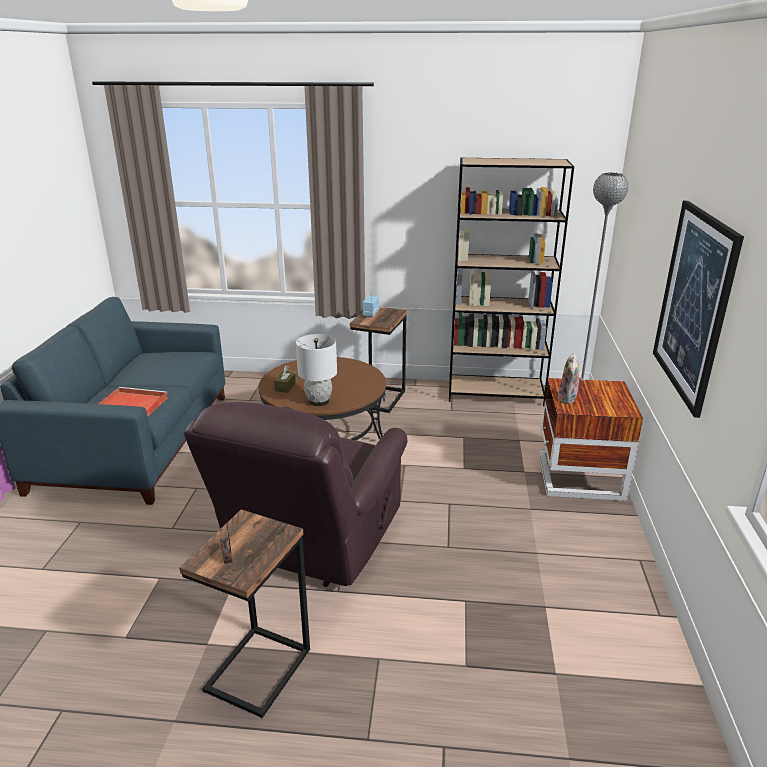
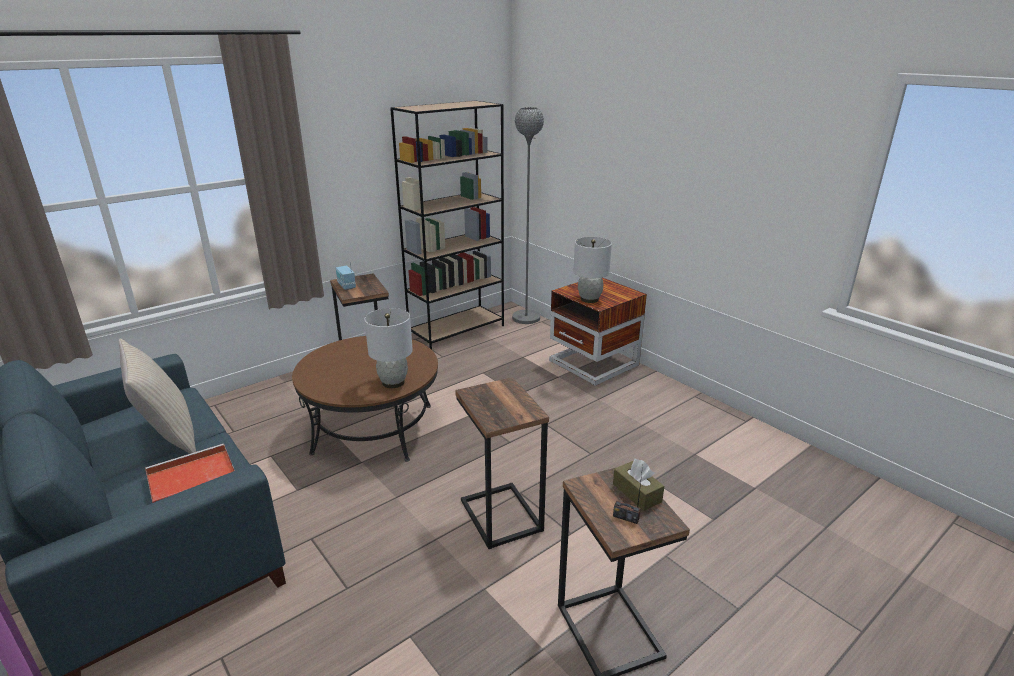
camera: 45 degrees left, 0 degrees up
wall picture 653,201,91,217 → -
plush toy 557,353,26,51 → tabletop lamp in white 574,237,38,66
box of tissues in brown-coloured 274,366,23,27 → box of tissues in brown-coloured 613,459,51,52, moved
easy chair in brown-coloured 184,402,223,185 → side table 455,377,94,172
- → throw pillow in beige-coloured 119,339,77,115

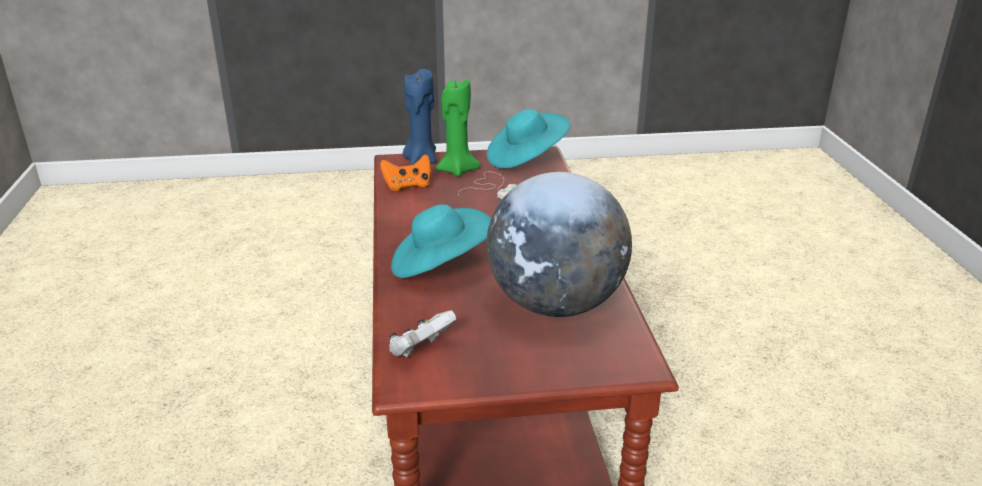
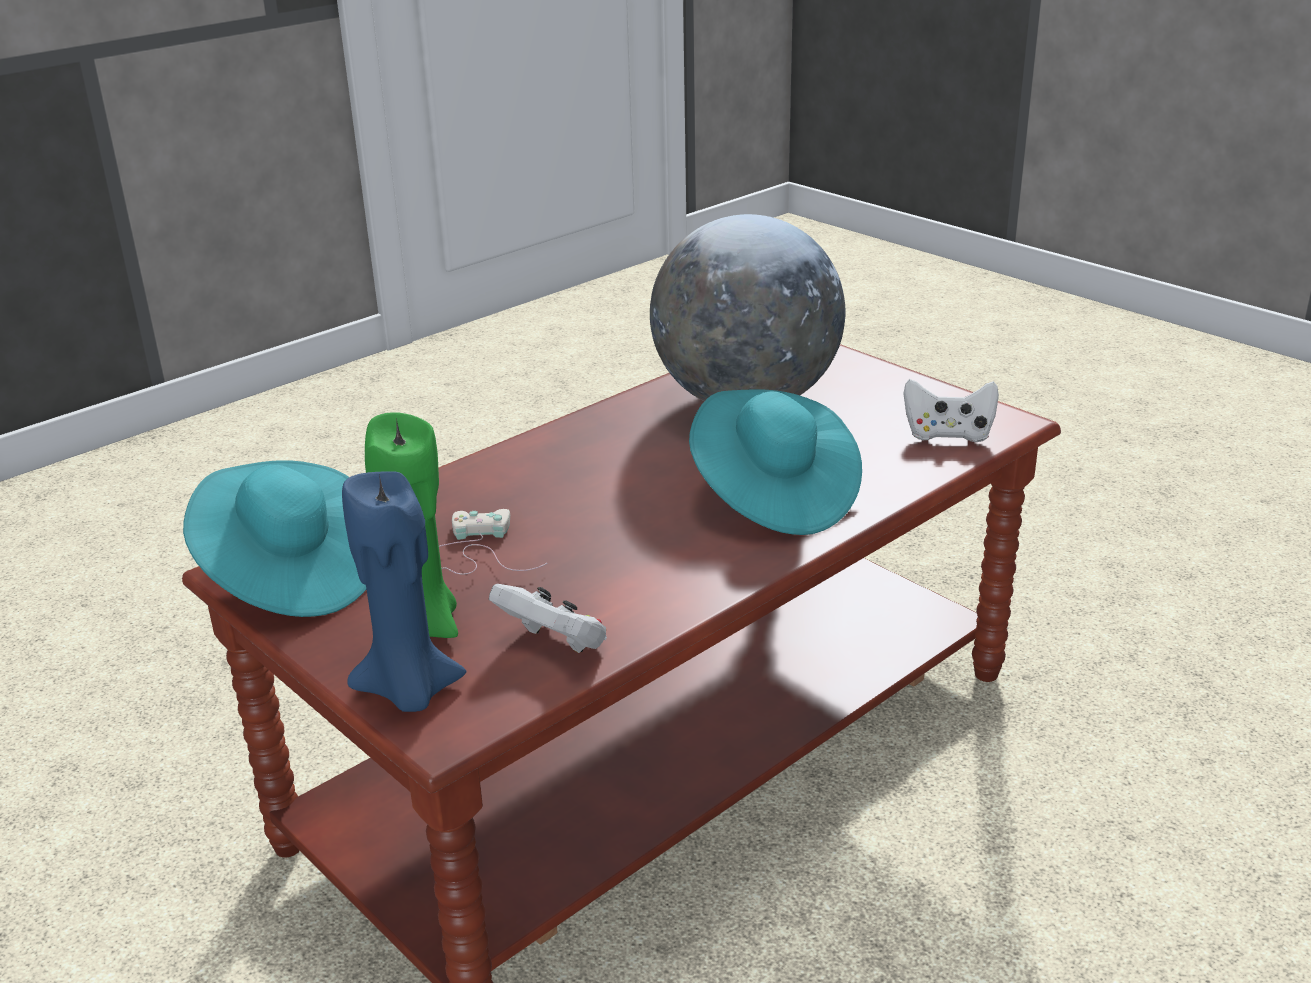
camera: 125 degrees left, 0 degrees up
gamepad in orangey 380,154,51,37 → gamepad in white 489,584,118,69

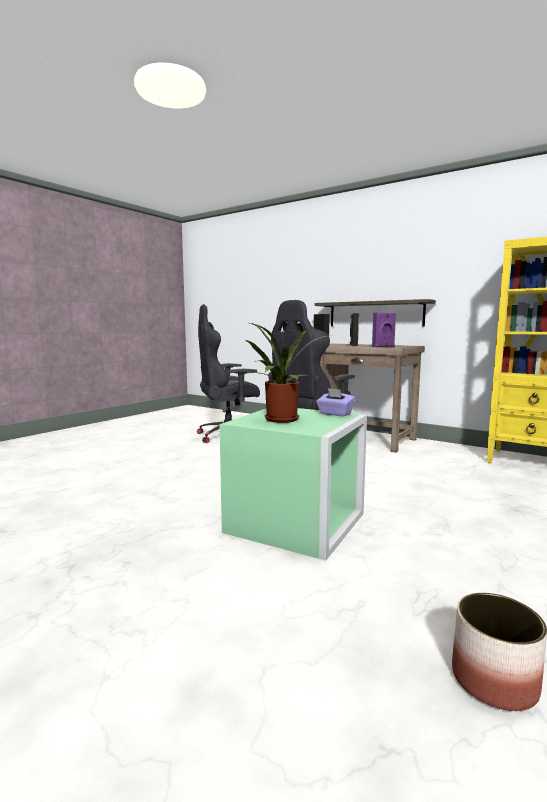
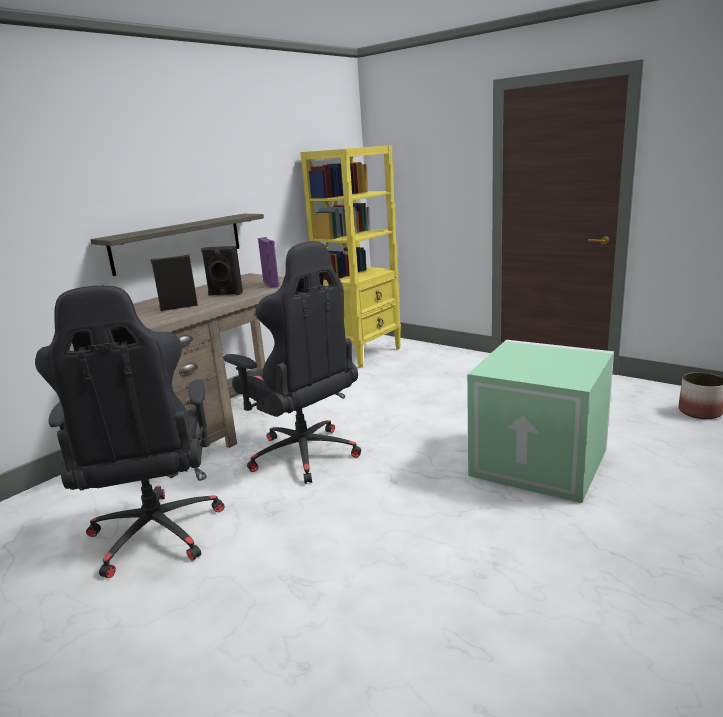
camera: 85 degrees left, 10 degrees up
potted plant 241,322,86,101 → -
box of tissues in purple-coloured 317,388,38,28 → -

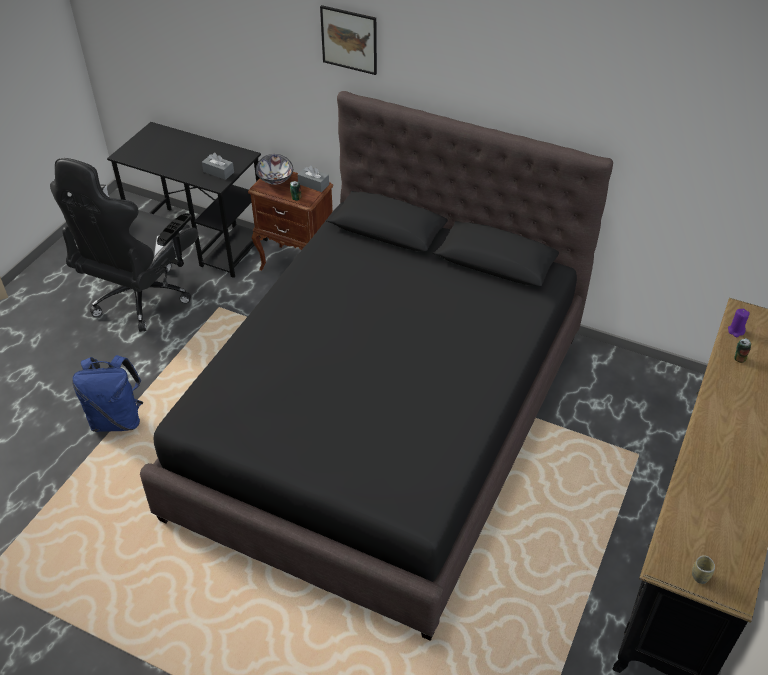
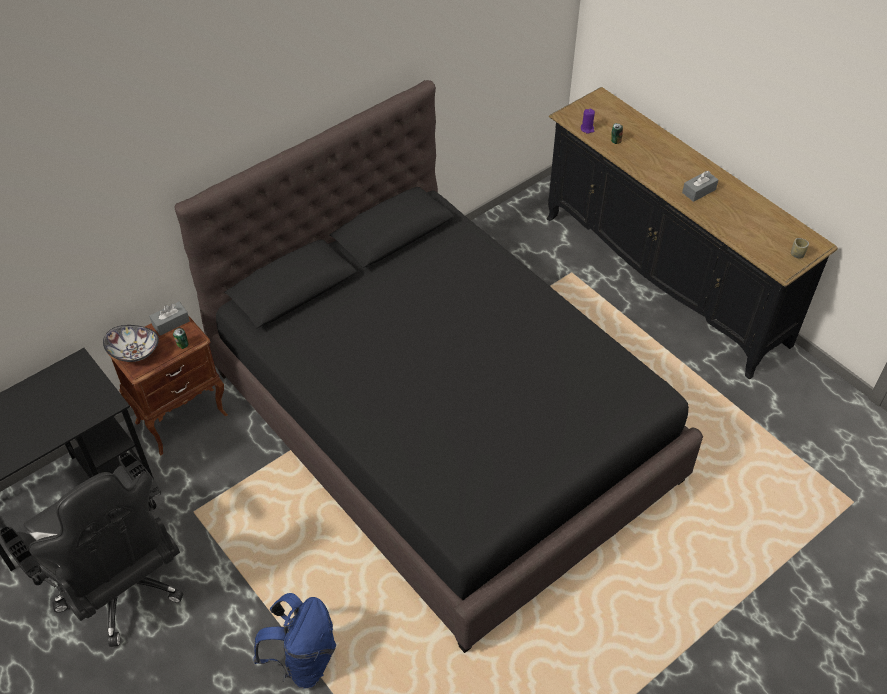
camera: 65 degrees left, 5 degrees up
wall picture 320,5,57,70 → -
box of tissues in greyish 202,153,32,27 → box of tissues in greyish 682,171,36,31, moved

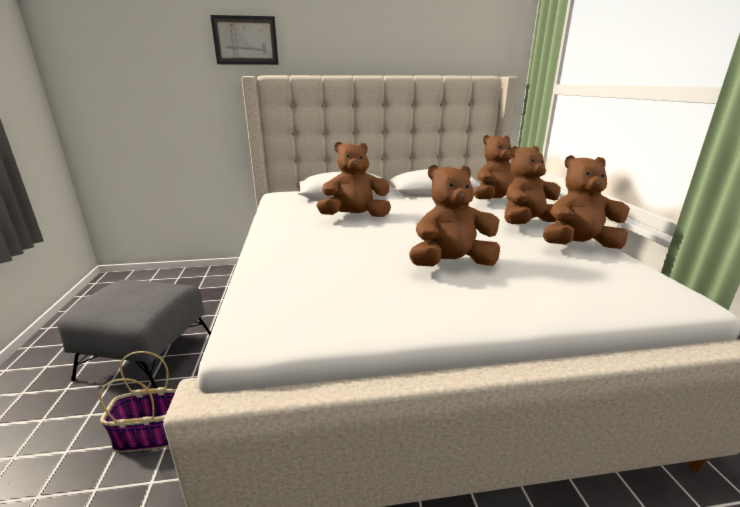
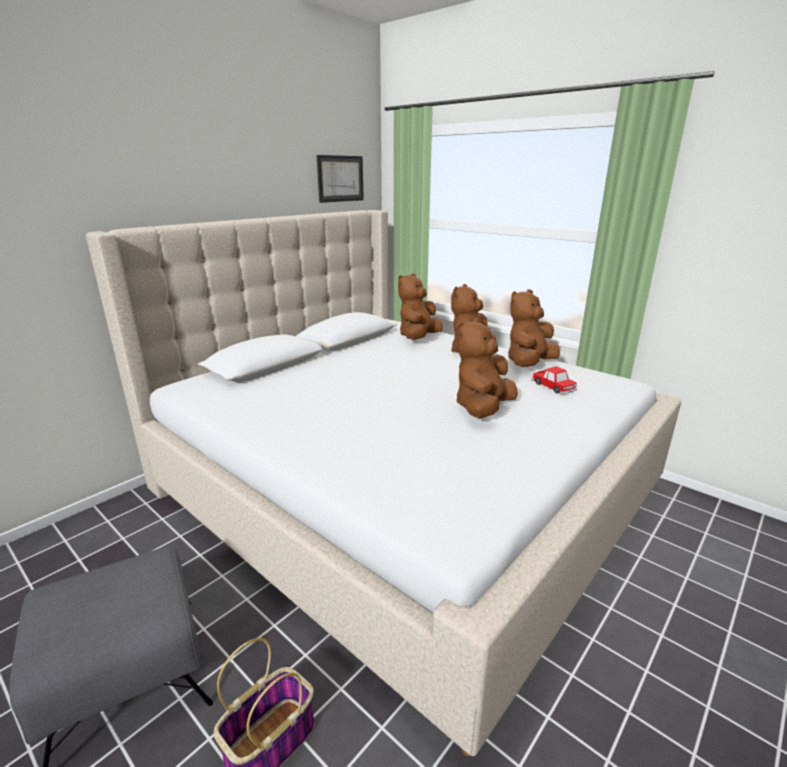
camera: 40 degrees left, 0 degrees up
wall picture 210,15,69,50 → wall picture 316,155,48,48, moved
plush toy in brown-coloured 316,142,75,75 → -
- → model car 531,366,46,28

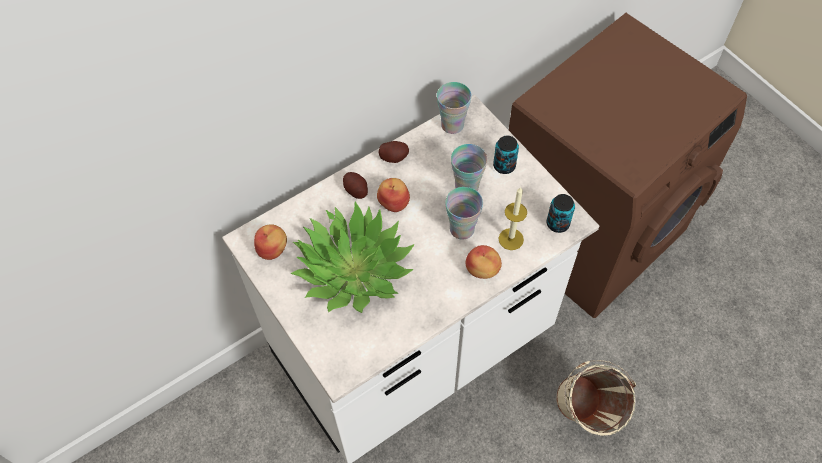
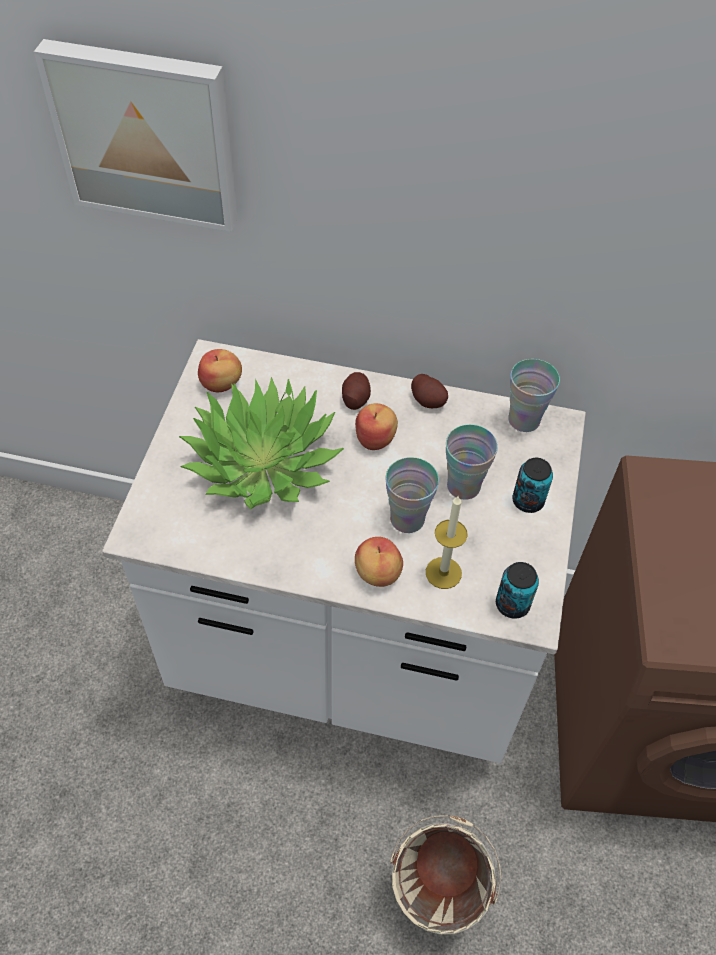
camera: 45 degrees right, 5 degrees down
- → wall picture 34,39,204,193

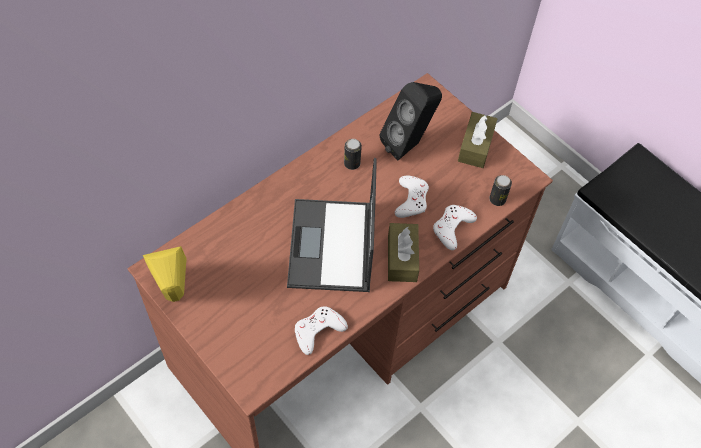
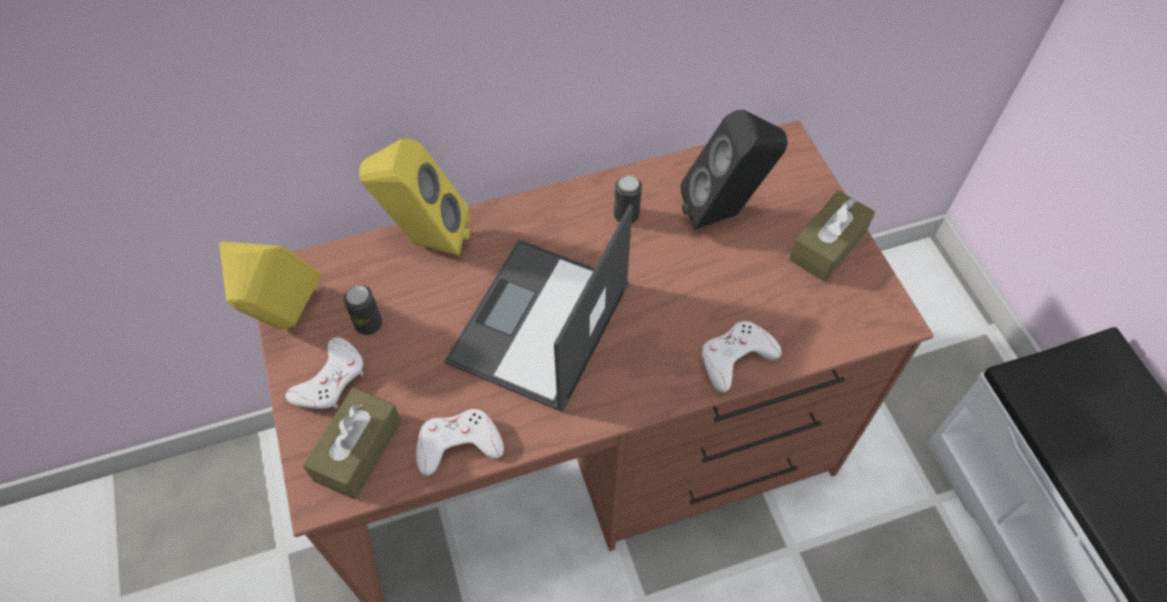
camera: 25 degrees right, 0 degrees up
gamepad in white 395,175,34,43 → gamepad in white 285,337,78,72, moved
can 489,175,23,31 → can 344,285,38,50, moved
box of tissues in brown-coloured 388,223,31,59 → box of tissues in brown-coloured 303,387,98,113, moved
- → loudspeaker in yellow 359,138,111,118

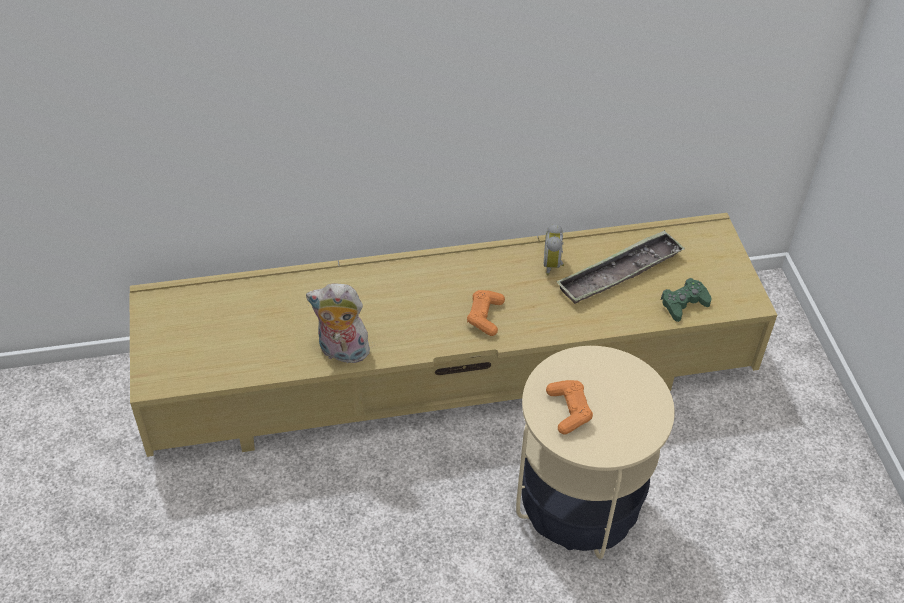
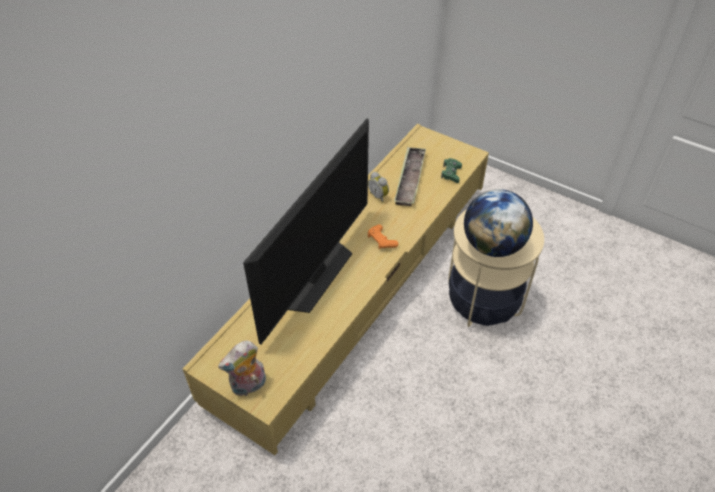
camera: 45 degrees left, 0 degrees up
plush toy 306,284,66,79 → plush toy 218,340,48,56, moved
gamepad in orangey 546,380,47,55 → globe 464,189,69,68
- → TV 243,119,126,225

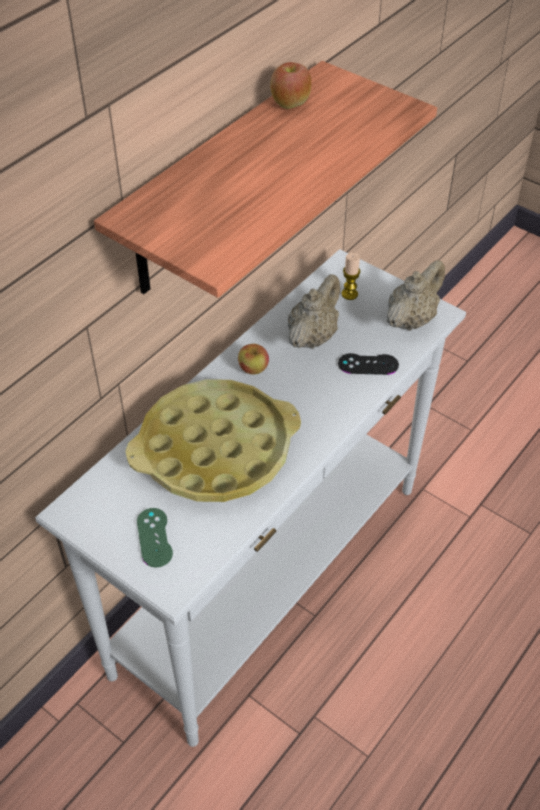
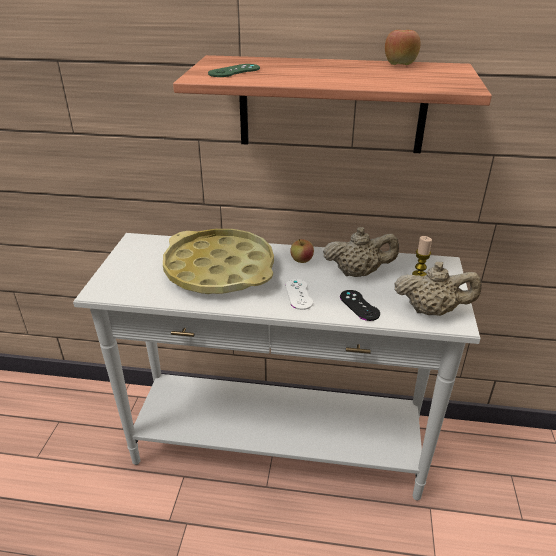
camera: 60 degrees right, 15 degrees down
gamepad in green-coloured 137,508,36,60 → gamepad in green-coloured 208,64,52,13, moved
- → gamepad in white 286,279,27,31

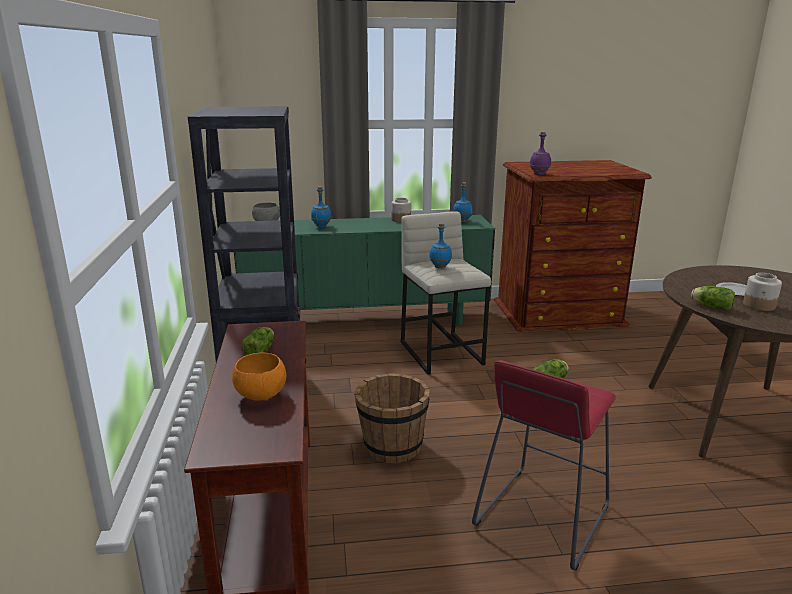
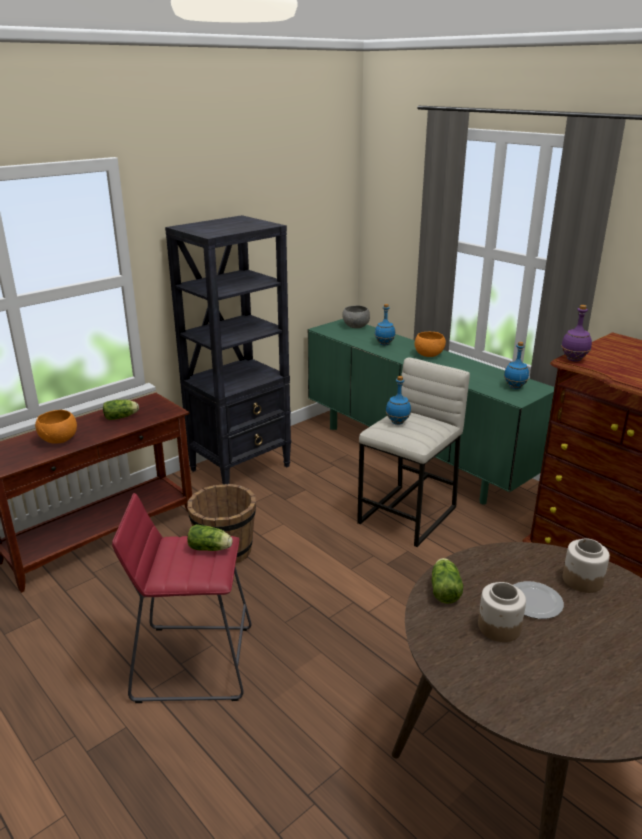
camera: 55 degrees right, 5 degrees up
preserve jar 391,198,20,24 → preserve jar 563,538,47,55, moved
- → serving bowl in orangey 415,332,31,25

